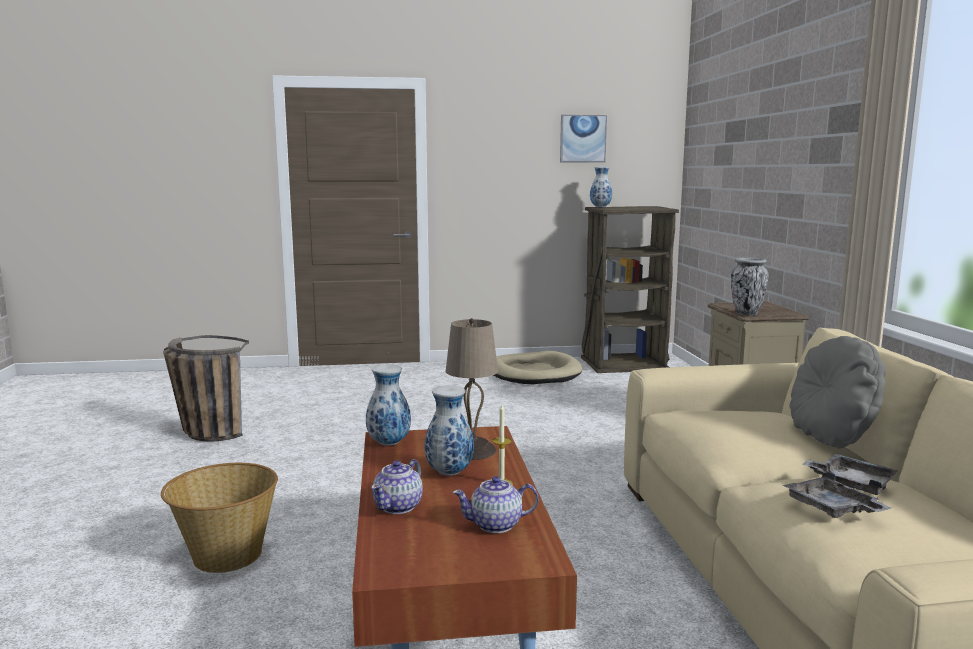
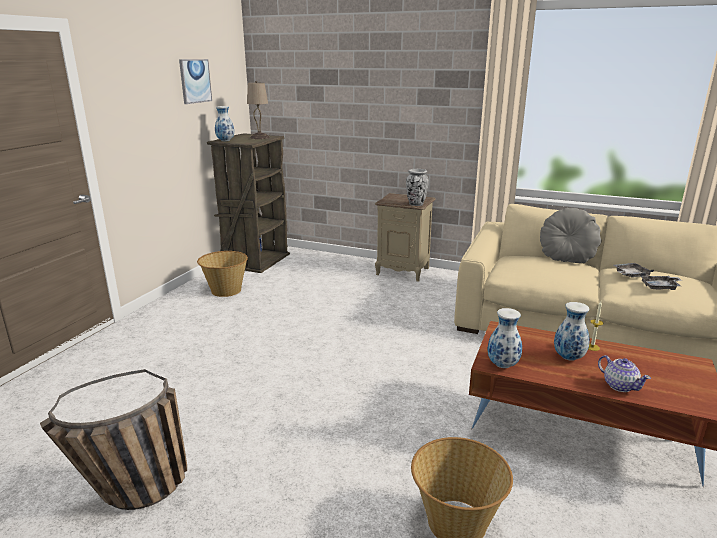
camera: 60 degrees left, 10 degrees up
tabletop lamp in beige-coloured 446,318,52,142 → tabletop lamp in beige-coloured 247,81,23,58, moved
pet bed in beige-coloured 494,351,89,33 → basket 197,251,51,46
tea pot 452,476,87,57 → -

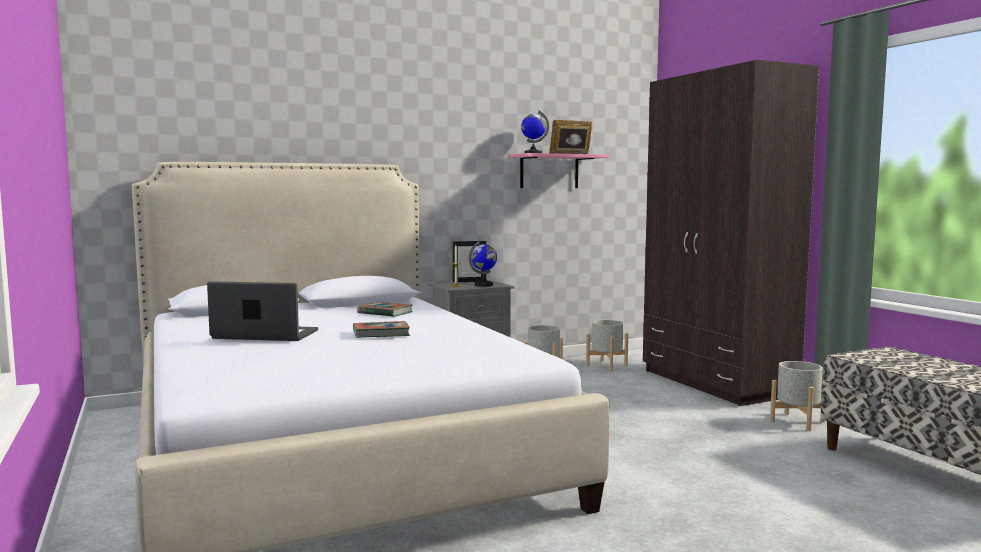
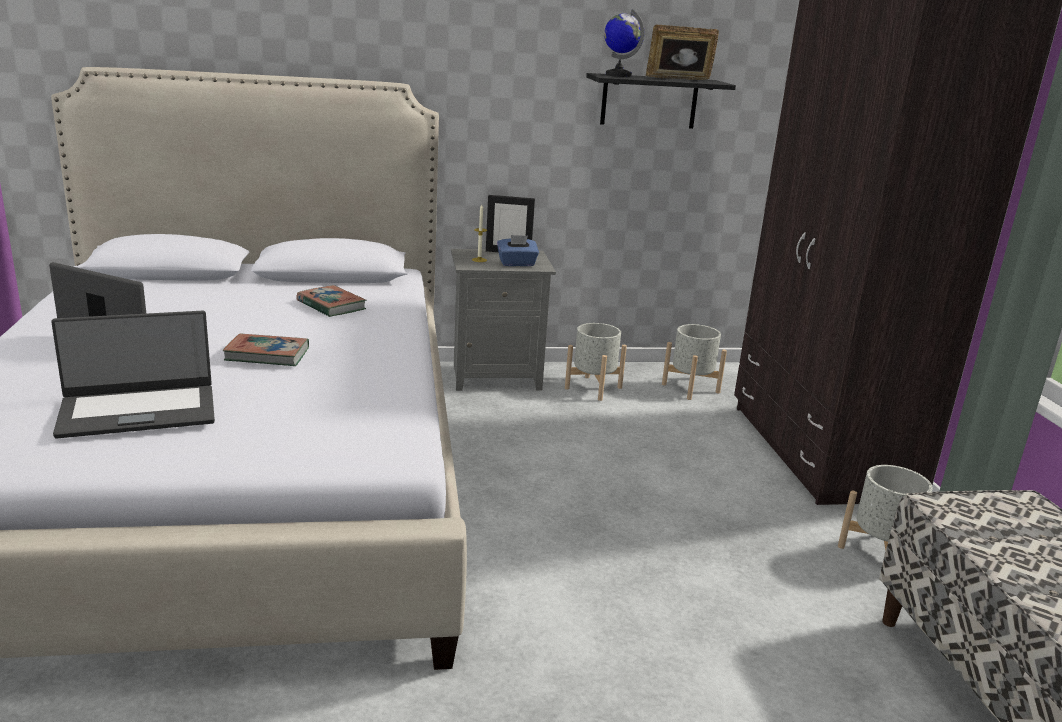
camera: 15 degrees right, 15 degrees up
wall shelf in pinkish 509,153,100,35 → wall shelf in black 586,73,150,56
globe 469,241,28,46 → box of tissues in blue 497,235,42,31
- → laptop 51,311,164,127

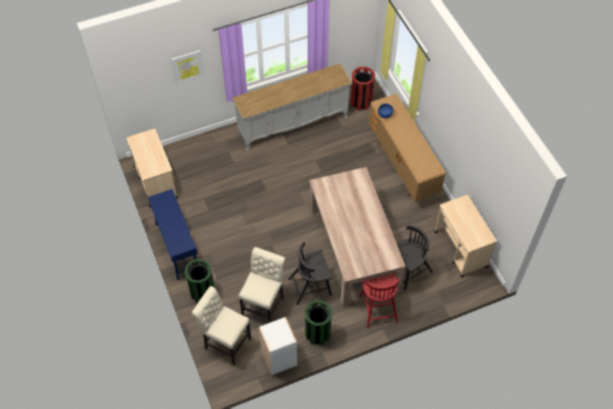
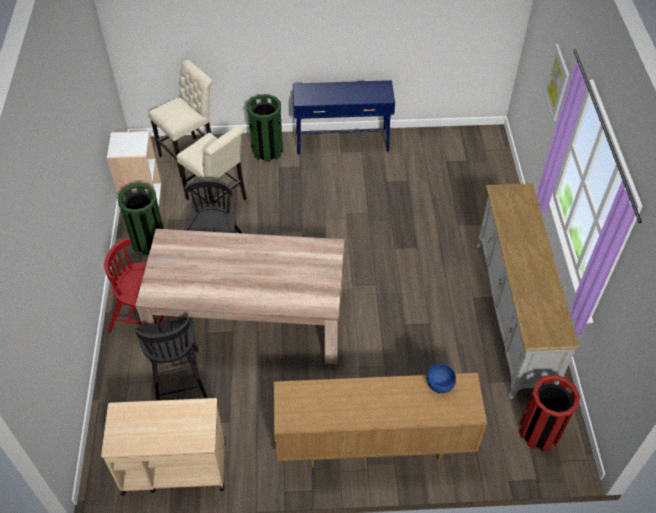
camera: 110 degrees right, 5 degrees down
cart in beige-coloured 126,128,52,80 → -

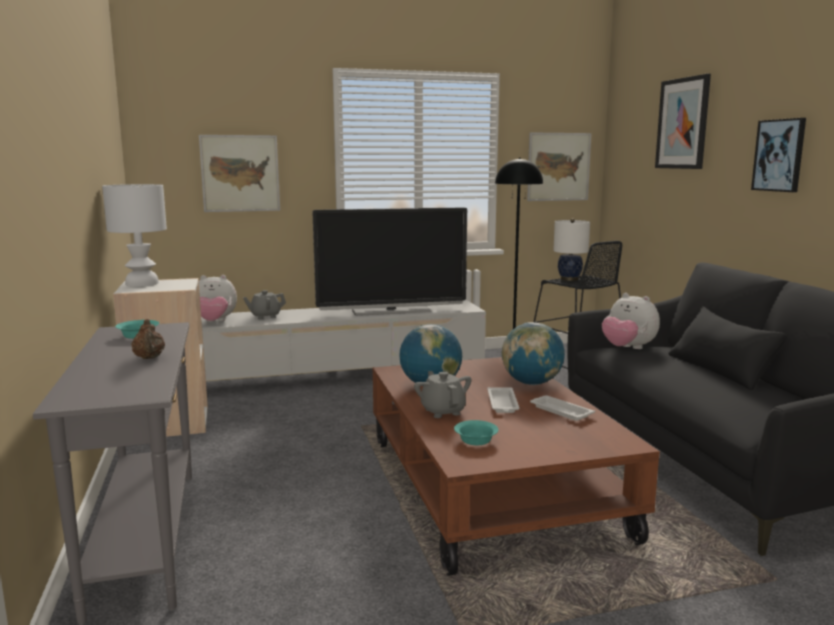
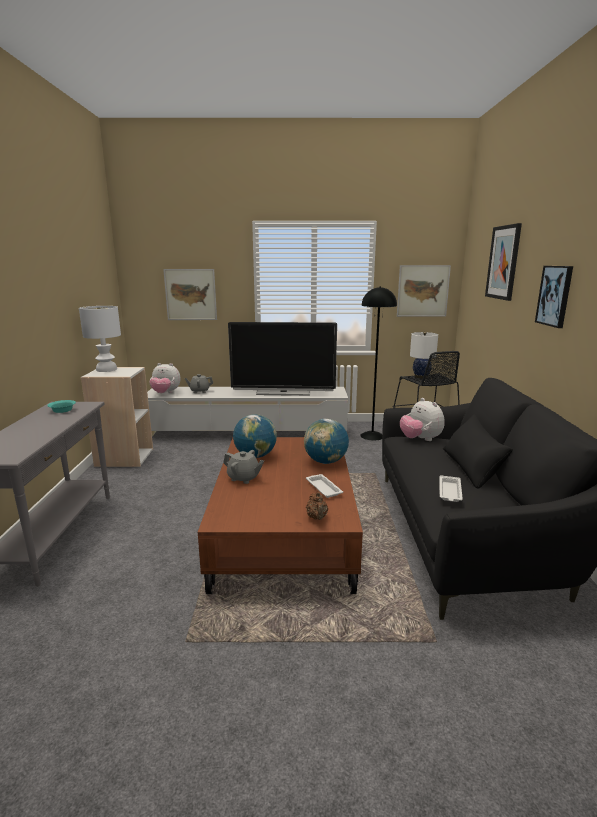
camera: 15 degrees right, 5 degrees up
tea pot in brown-coloured 131,319,34,40 → tea pot in brown-coloured 306,492,22,28, moved
tea pot in greyish 414,371,58,47 → tea pot in greyish 223,450,41,34, 120 degrees clockwise
tray in white 487,387,32,26 → tray in white 440,475,23,27, moved
serving bowl in blue-green 454,420,45,25 → -

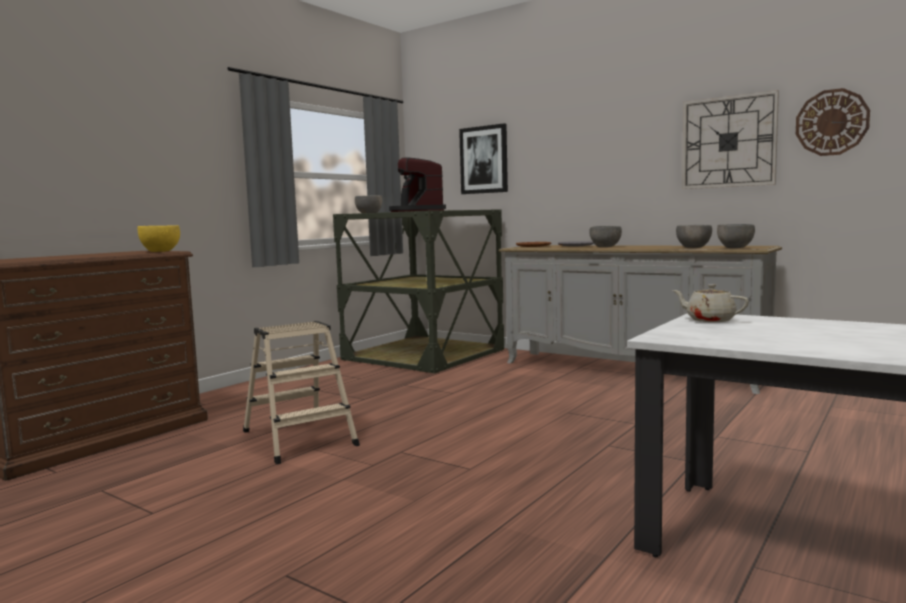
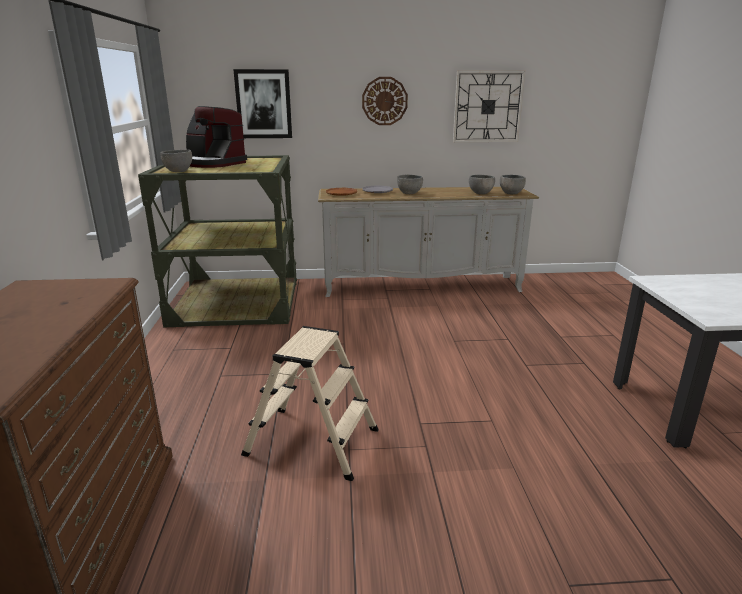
camera: 40 degrees left, 15 degrees up
clock on the wall 796,88,74,68 → clock on the wall 362,77,46,48, moved
serving bowl in yellow 138,225,42,27 → -
tea pot in beige-coloured 672,284,77,38 → -

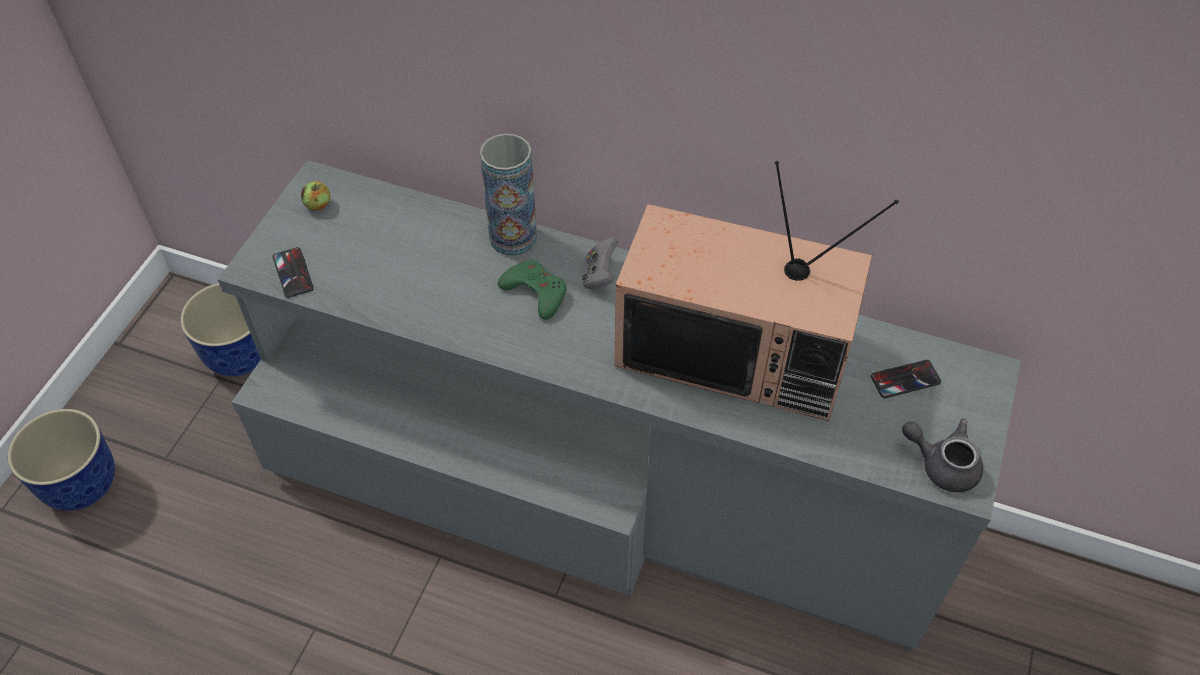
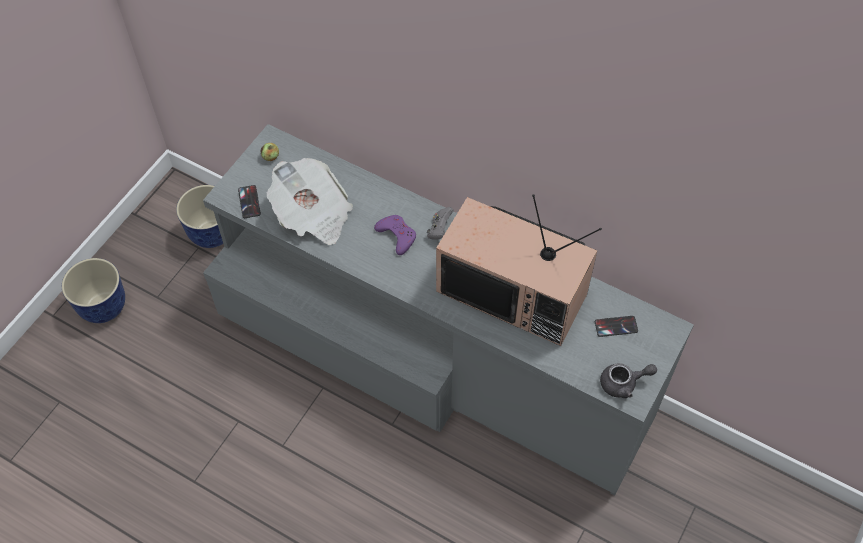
camera: 10 degrees right, 5 degrees up
vase 480,133,57,123 → -
gamepad in green-coloured 498,260,68,60 → gamepad in purple-coloured 374,215,42,40
tea pot in greyish 902,419,81,73 → tea pot in greyish 600,363,57,35, 135 degrees clockwise
- → newspaper 267,158,86,87

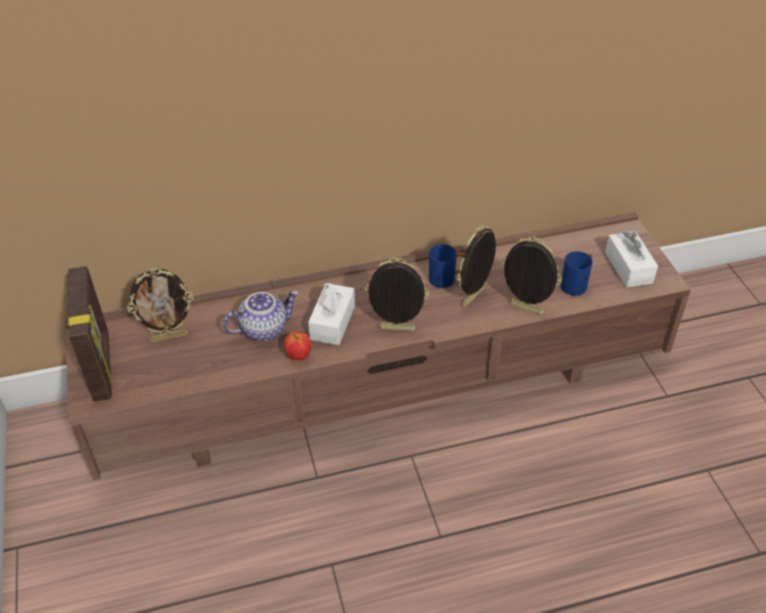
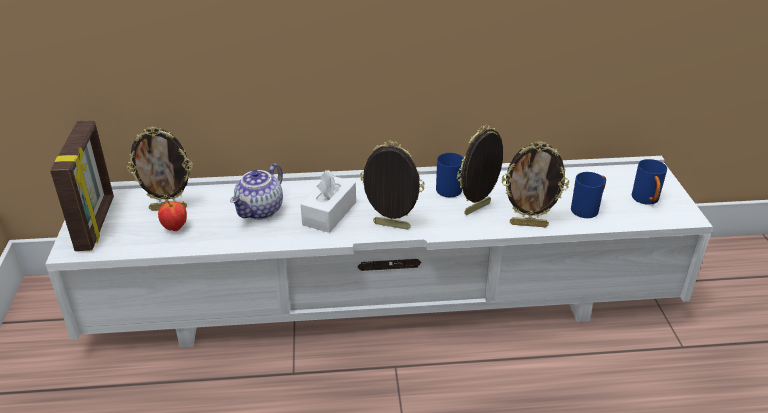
camera: 10 degrees right, 10 degrees down
tv unit in brown-coloured 65,212,626,269 → tv unit in white 45,156,668,191
box of tissues in white 605,231,53,57 → mug in blue 632,159,35,46
standing frame 502,236,60,79 → standing frame 502,141,67,86, 150 degrees clockwise
tea pot 223,291,76,50 → tea pot 230,163,53,57, 135 degrees clockwise
apple 284,332,27,28 → apple 158,201,29,30, moved

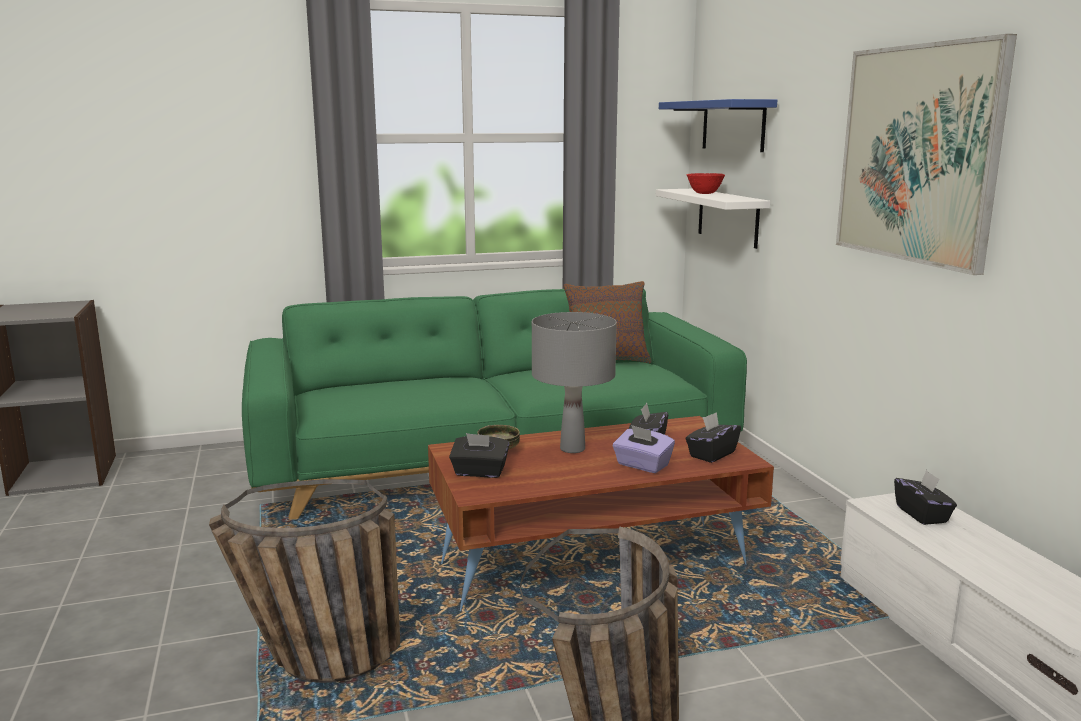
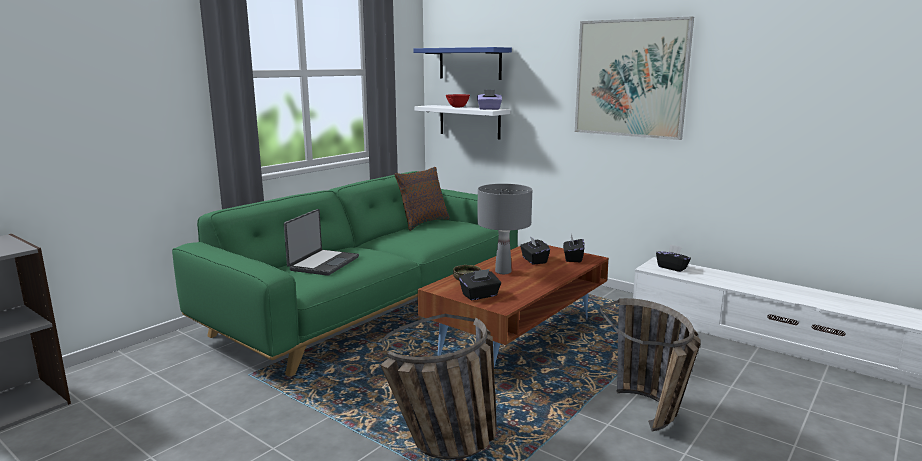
camera: 35 degrees left, 0 degrees up
box of tissues in purple-coloured 613,425,62,48 → box of tissues in purple-coloured 477,90,25,20, moved
- → laptop 284,209,75,67

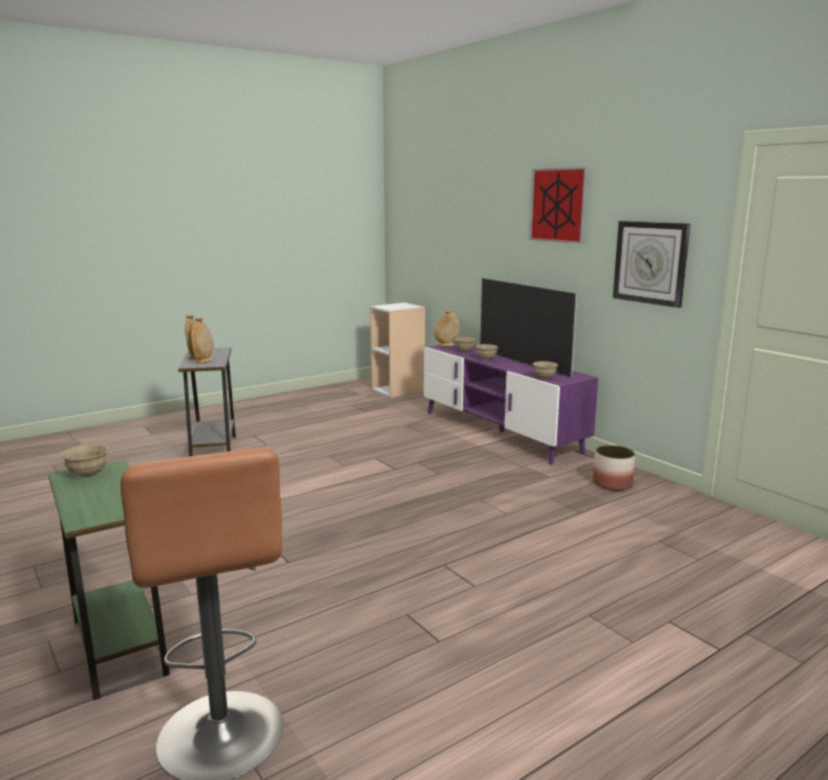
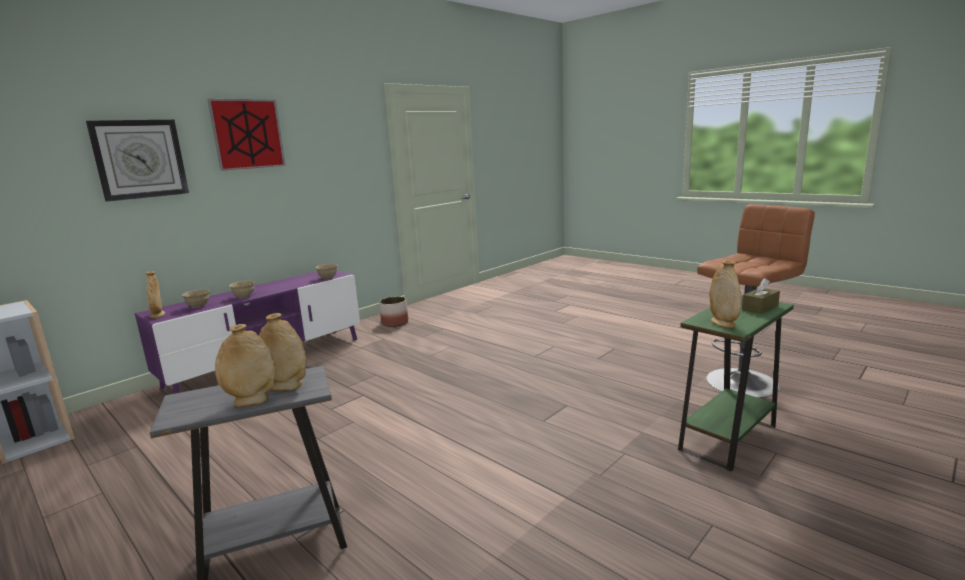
camera: 100 degrees left, 0 degrees up
clock on the wall 613,221,77,87 → clock on the wall 86,120,103,82, moved
TV 480,278,97,100 → -
serving bowl in beige-coloured 61,444,47,33 → vase in beige-coloured 709,260,33,68
- → box of tissues in brown-coloured 742,278,38,36

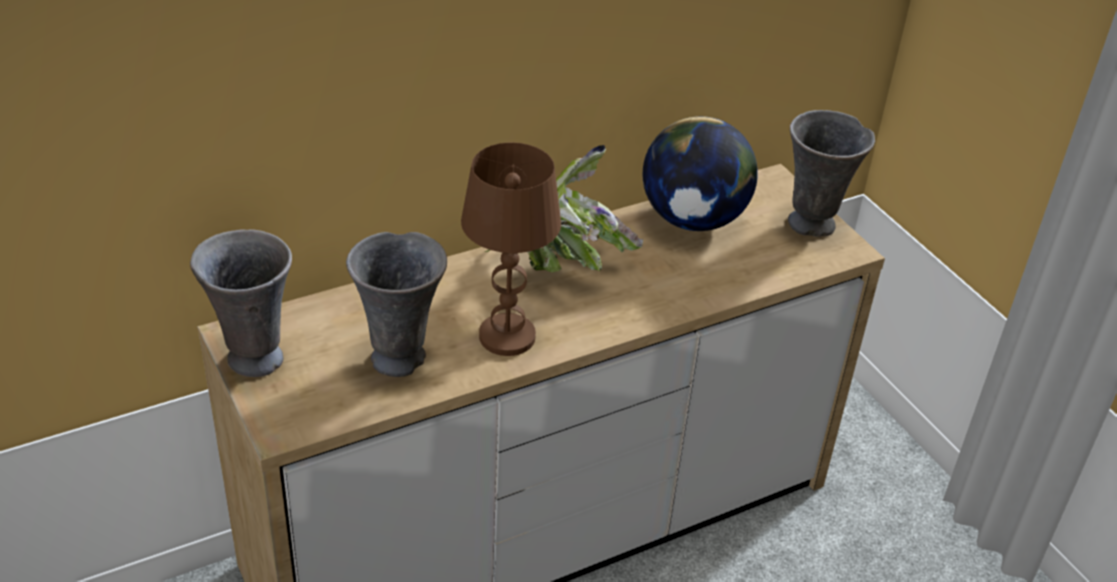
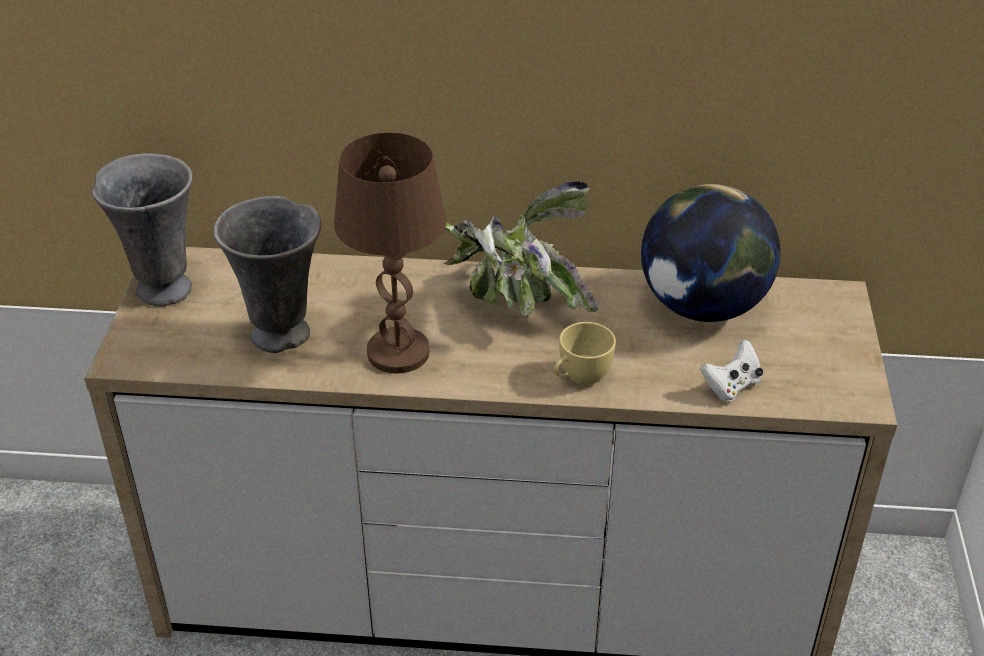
camera: 35 degrees right, 0 degrees up
vase in greyish 788,110,87,127 → -
- → small cup in yellow 554,322,62,63
- → gamepad in white 700,339,63,63

